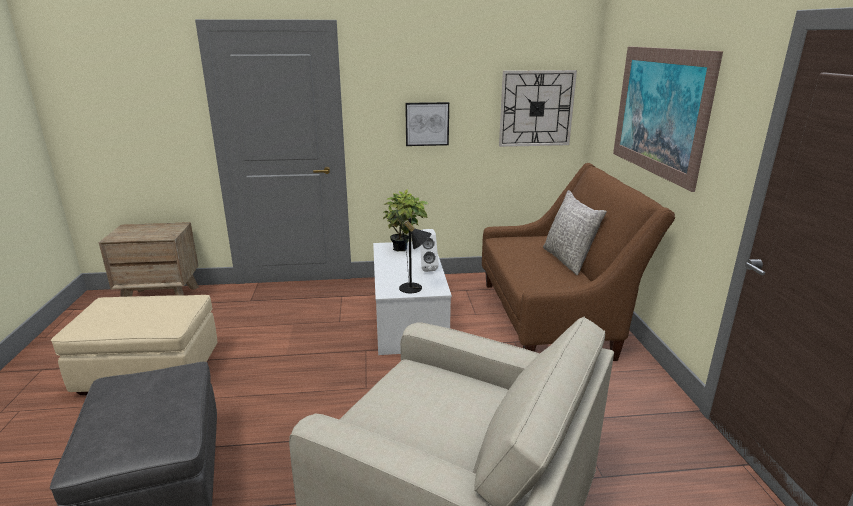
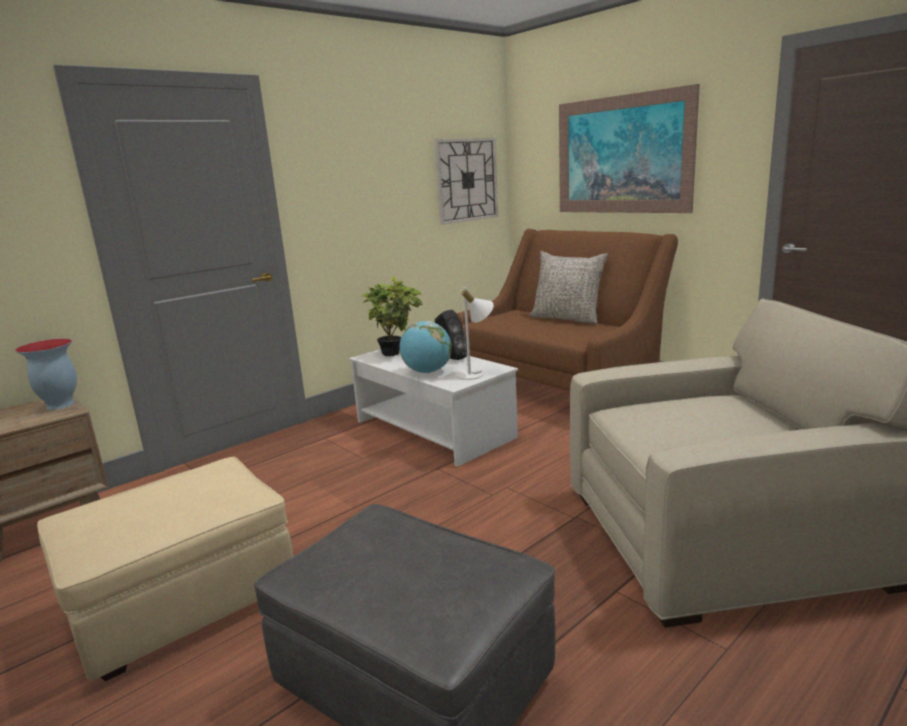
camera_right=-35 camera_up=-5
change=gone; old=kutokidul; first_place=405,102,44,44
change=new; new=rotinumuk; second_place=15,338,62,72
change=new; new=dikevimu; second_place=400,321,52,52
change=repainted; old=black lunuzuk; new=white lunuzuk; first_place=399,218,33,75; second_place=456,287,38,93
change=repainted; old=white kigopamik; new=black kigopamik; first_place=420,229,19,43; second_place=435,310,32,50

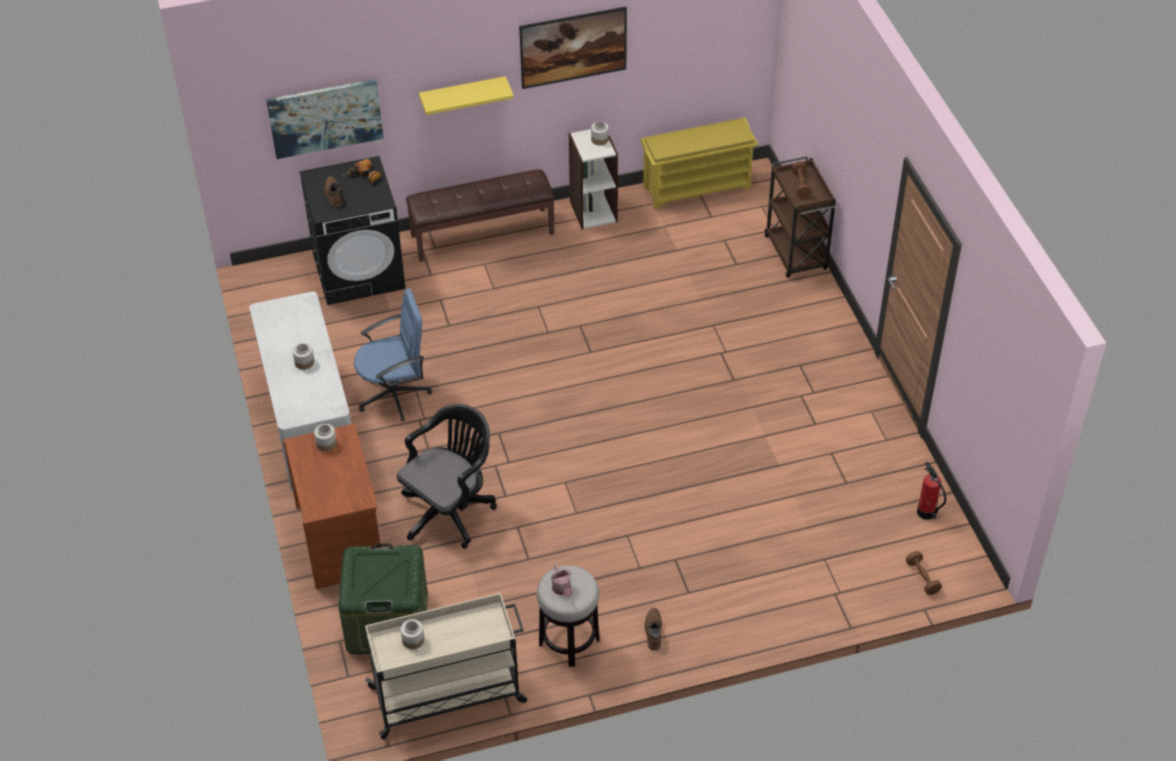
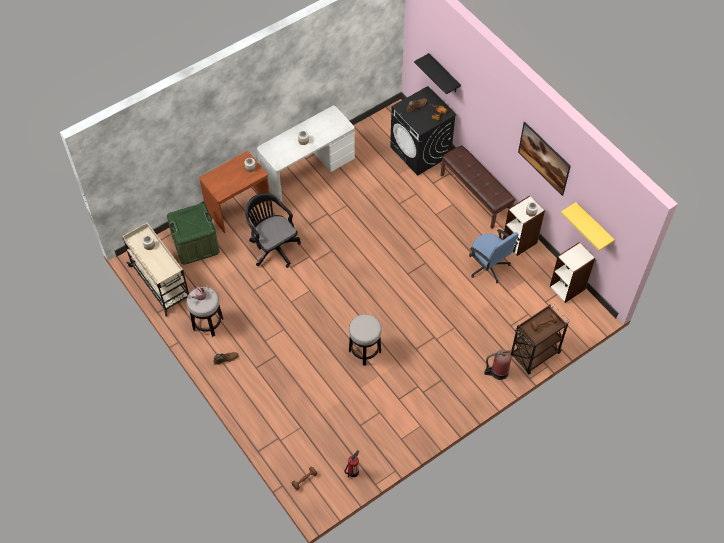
camera_right=70 camera_up=10
change=new; new=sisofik; second_place=348,314,34,52
change=new; new=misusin; second_place=484,349,27,31
change=shifted; old=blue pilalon; first_place=354,288,78,133; second_place=469,229,50,54
change=shifted; old=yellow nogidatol; first_place=419,76,95,39; second_place=561,202,53,49
change=swapped; old=kutokidul; new=black nogidatol; first_place=266,79,118,80; second_place=414,53,47,41
change=swapped; old=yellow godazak; new=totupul; first_place=641,118,117,91; second_place=550,242,45,61
change=rotated; old=black pilalon; first_place=397,404,100,145; second_place=245,193,56,75; degrees=-150

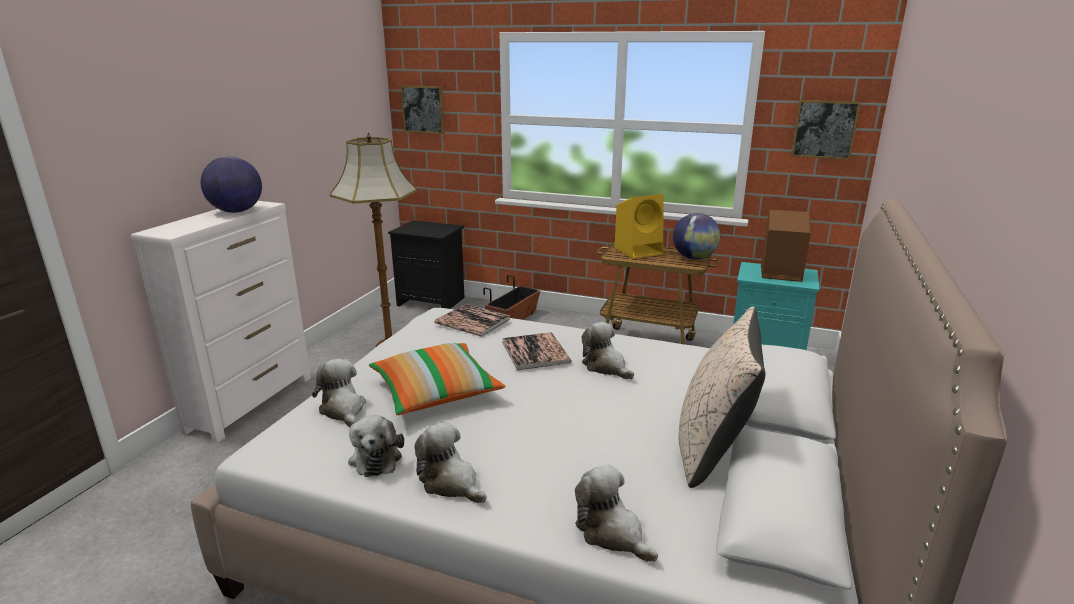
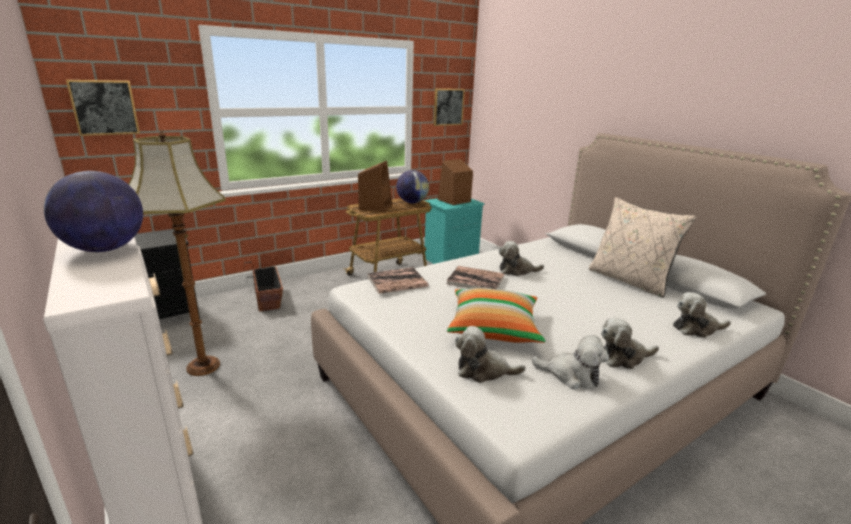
camera_right=-55 camera_up=0
change=repainted; old=yellow kigopamik; new=brown kigopamik; first_place=615,194,49,65; second_place=358,161,34,51

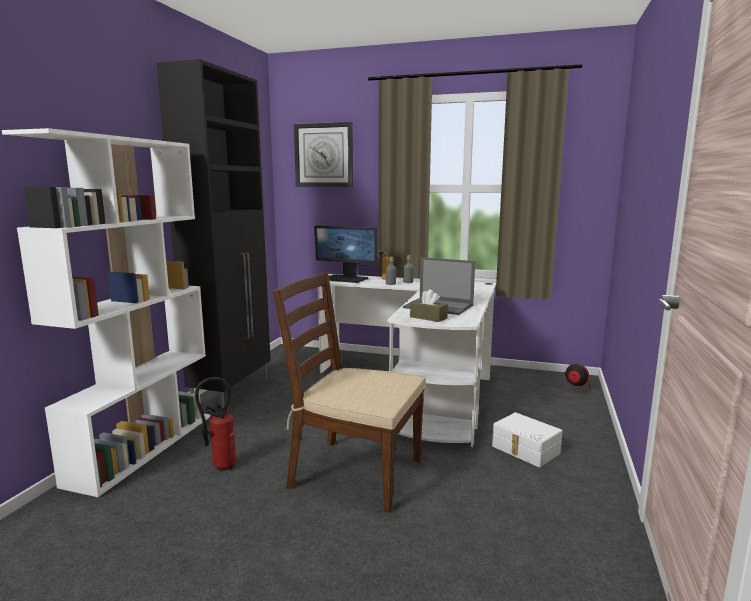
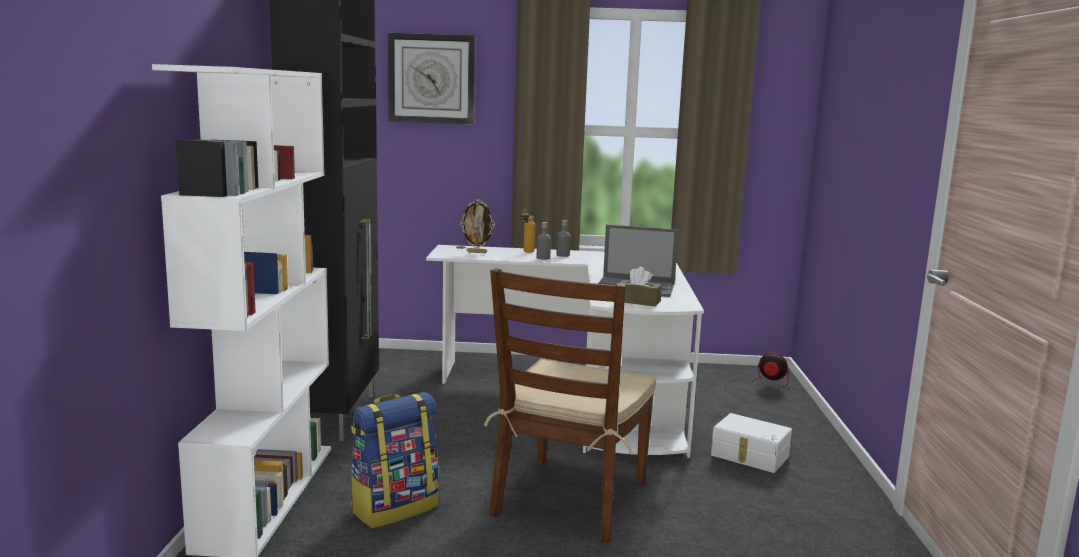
camera_right=-15 camera_up=0
change=swapped; old=misusin; new=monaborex; first_place=195,377,41,94; second_place=351,392,88,136
change=swapped; old=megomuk; new=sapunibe; first_place=314,225,64,58; second_place=460,199,35,54
change=rotated; old=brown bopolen; first_place=273,272,153,240; second_place=484,268,173,274; degrees=-75

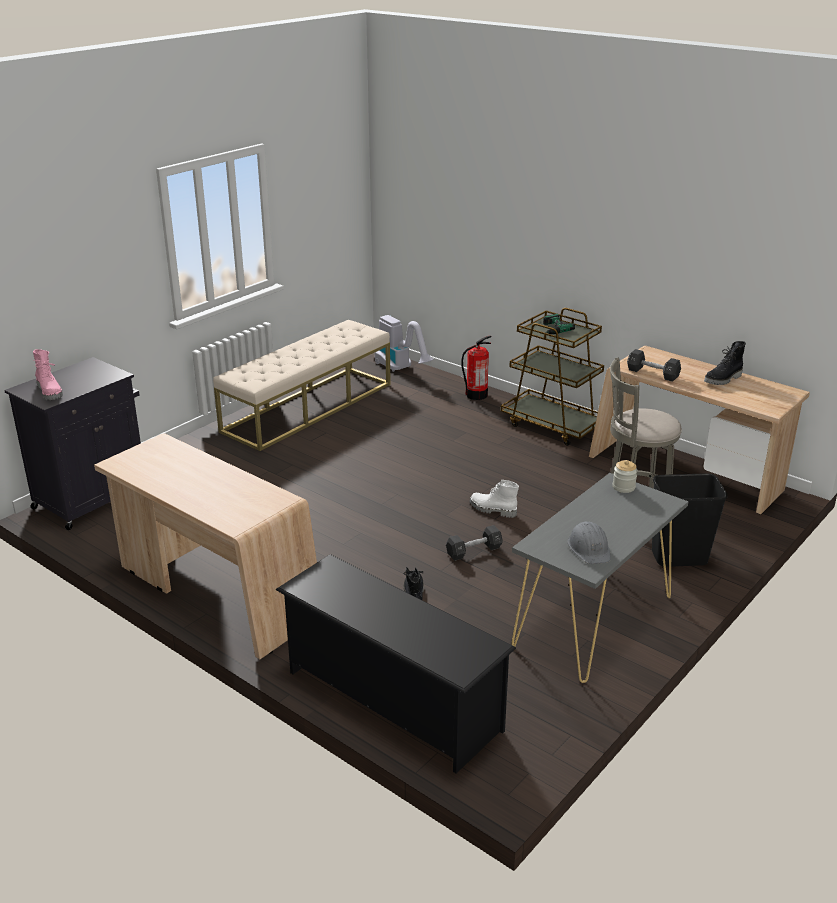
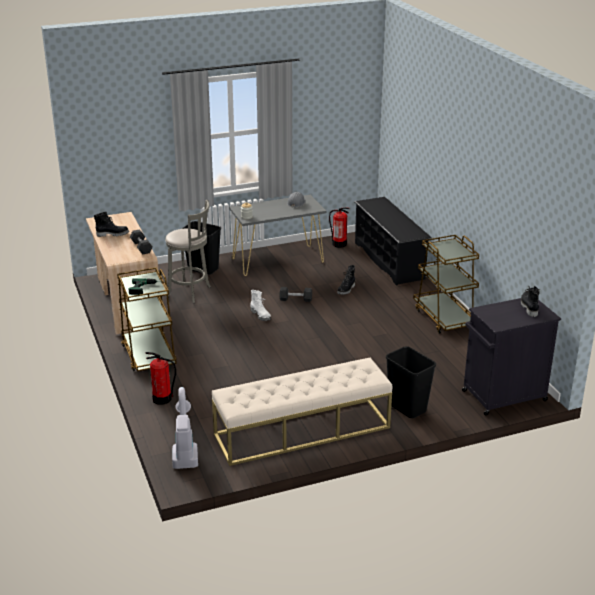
camera_right=-150 camera_up=0
change=new; new=misusin; second_place=329,207,20,41
change=new; new=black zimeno; second_place=386,346,50,72
change=swapped; old=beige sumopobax; new=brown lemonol; first_place=94,433,223,226; second_place=413,235,66,99
change=repainted; old=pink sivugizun; new=black sivugizun; first_place=33,349,30,51; second_place=521,286,19,31

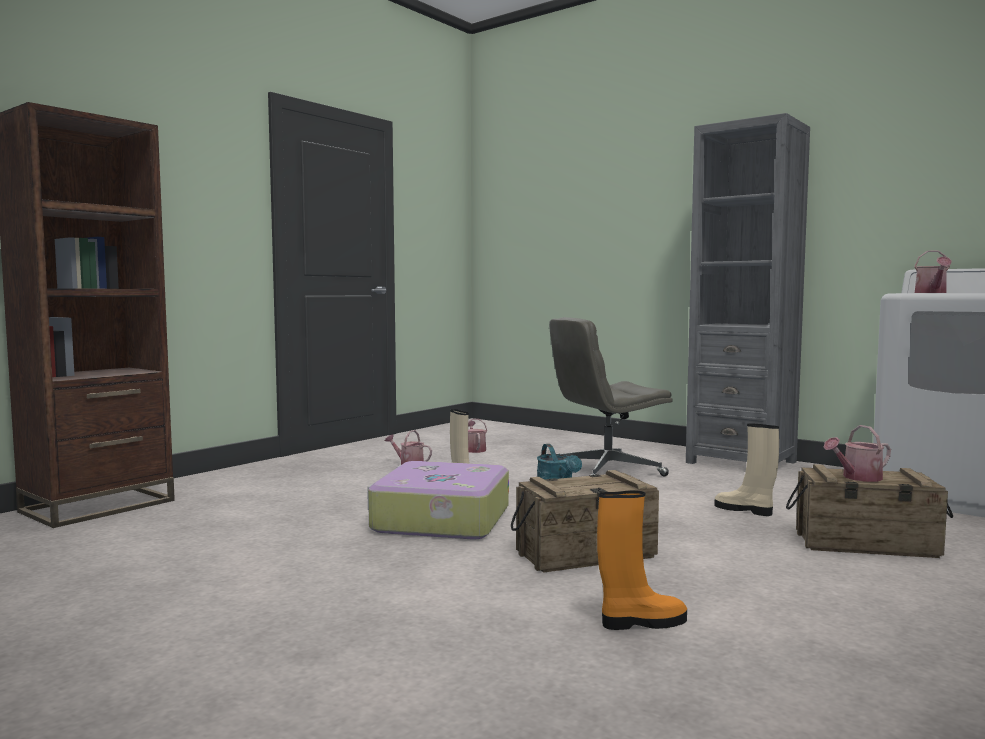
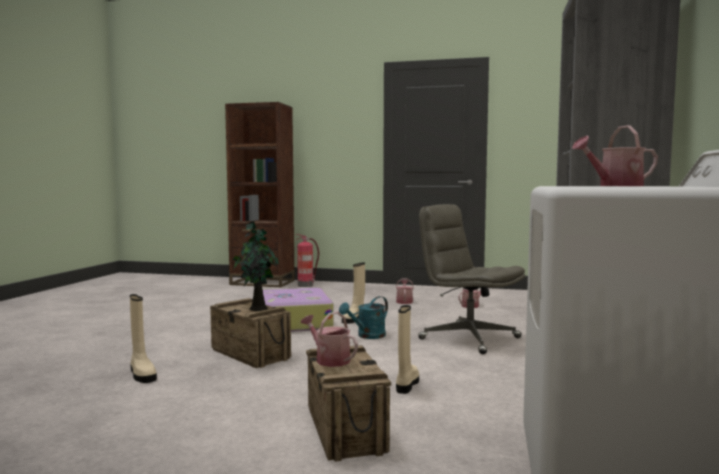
camera_right=65 camera_up=0
change=new; new=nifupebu; second_place=233,221,46,90
change=new; new=misusin; second_place=295,234,24,53
change=repainted; old=orange sivugizun; new=beige sivugizun; first_place=597,491,90,139; second_place=130,294,27,89

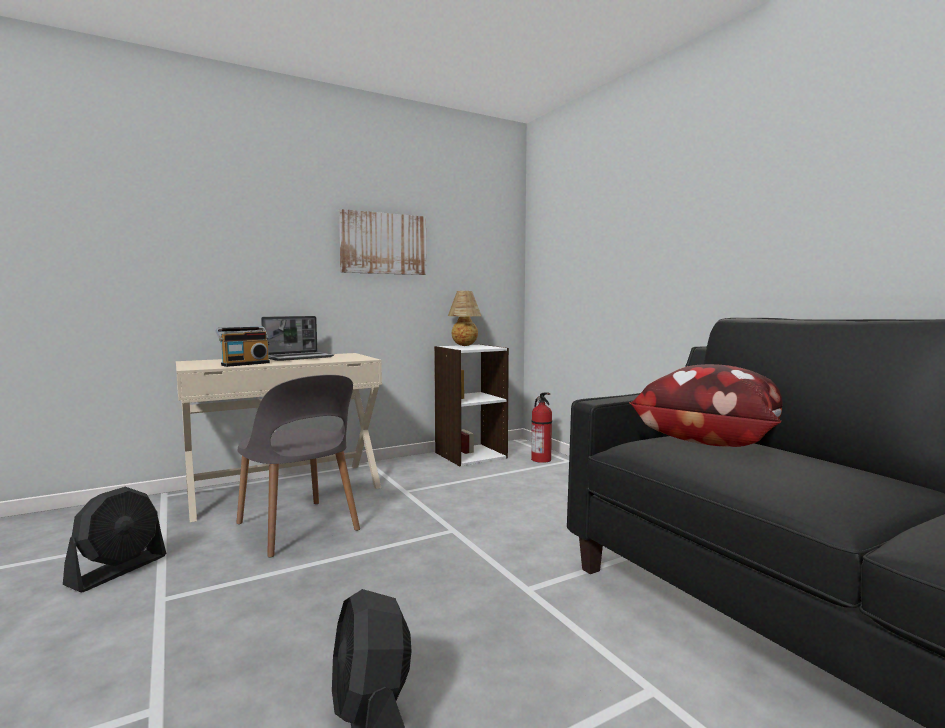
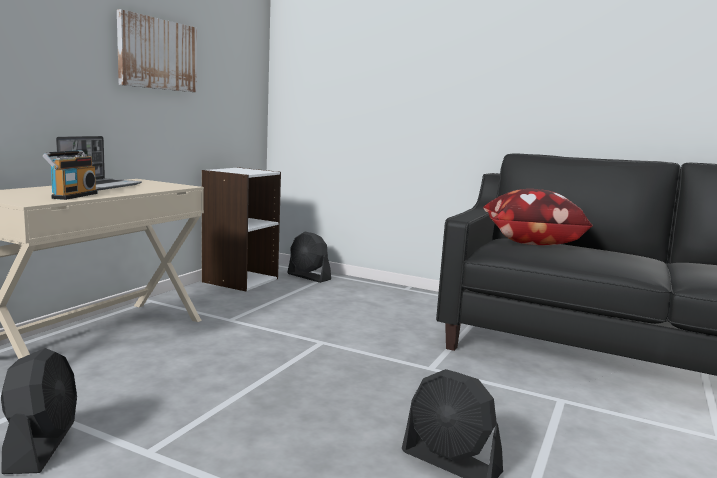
camera_right=-35 camera_up=5
change=gone; old=grey bopolen; first_place=236,375,124,182
change=gone; old=lunuzuk; first_place=448,291,33,55
change=swapped; old=misusin; new=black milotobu; first_place=531,392,21,71; second_place=287,232,44,51

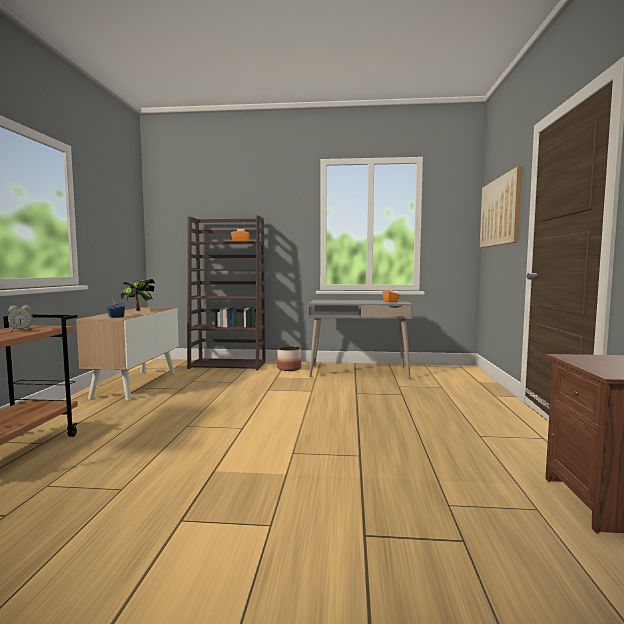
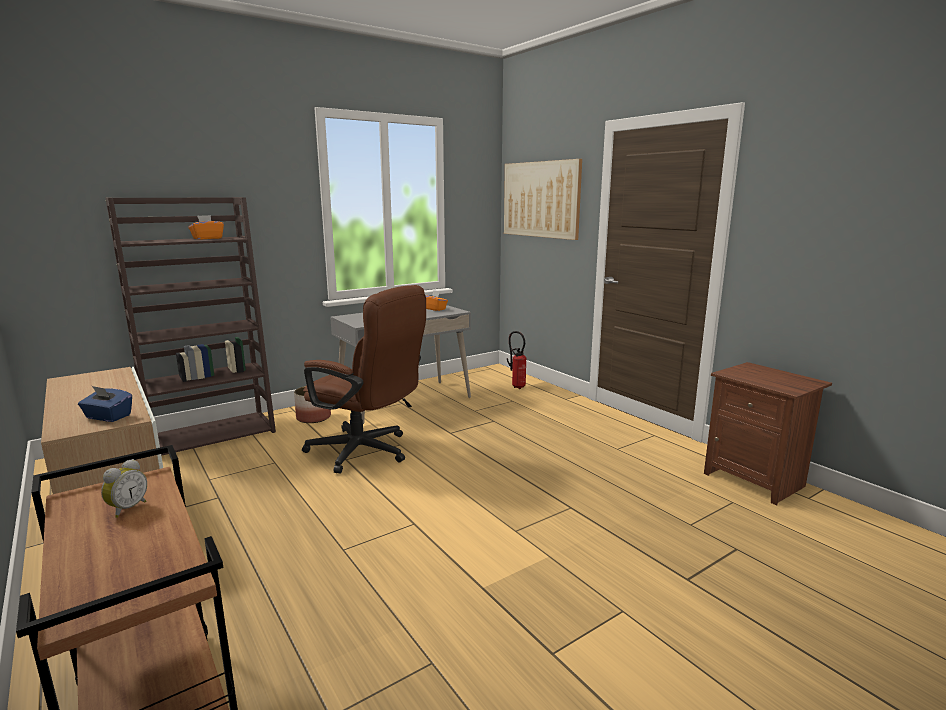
camera_right=-40 camera_up=10
change=gone; old=nifupebu; first_place=120,279,35,32
change=new; new=brown pilalon; second_place=302,285,124,189
change=new; new=misusin; second_place=507,331,19,58

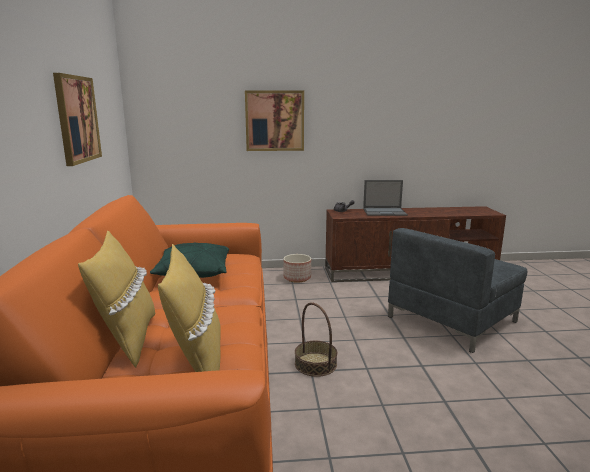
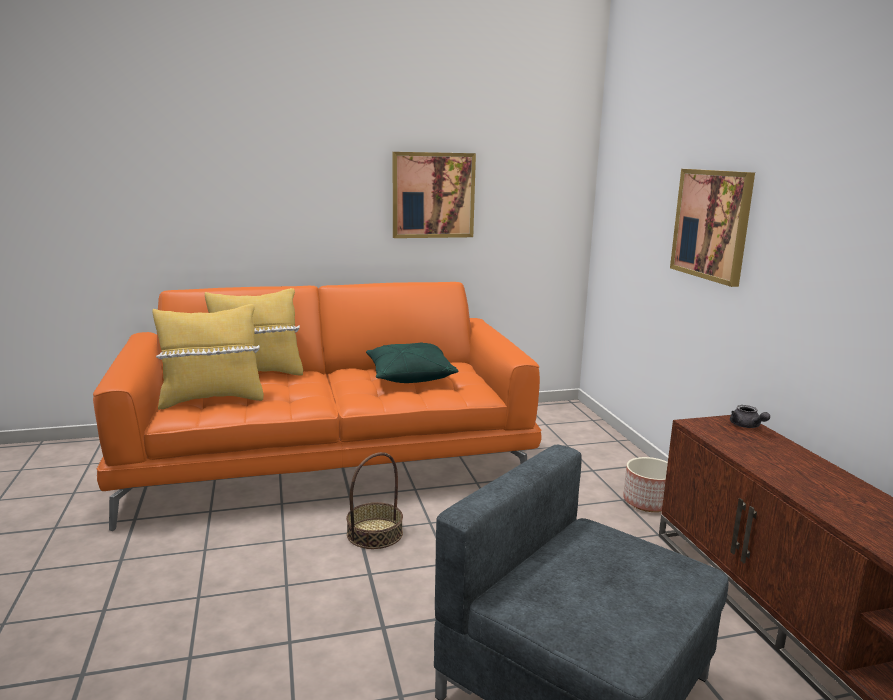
camera_right=80 camera_up=0
change=gone; old=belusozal; first_place=363,180,45,36

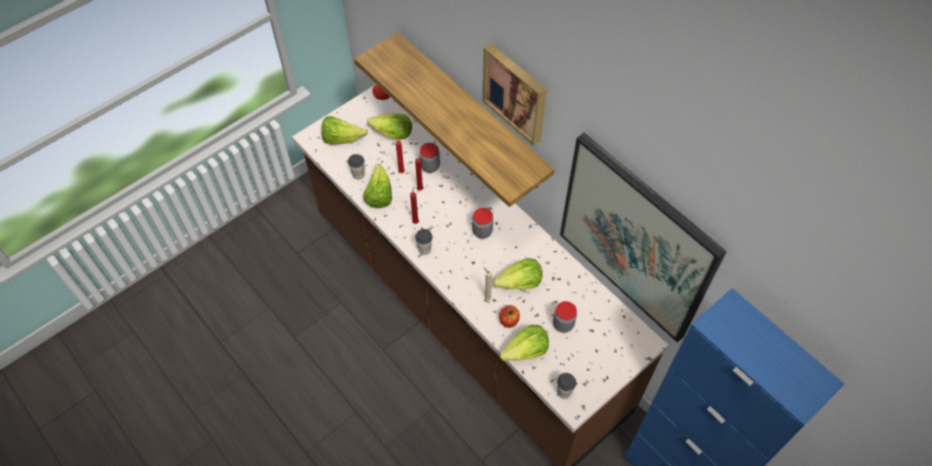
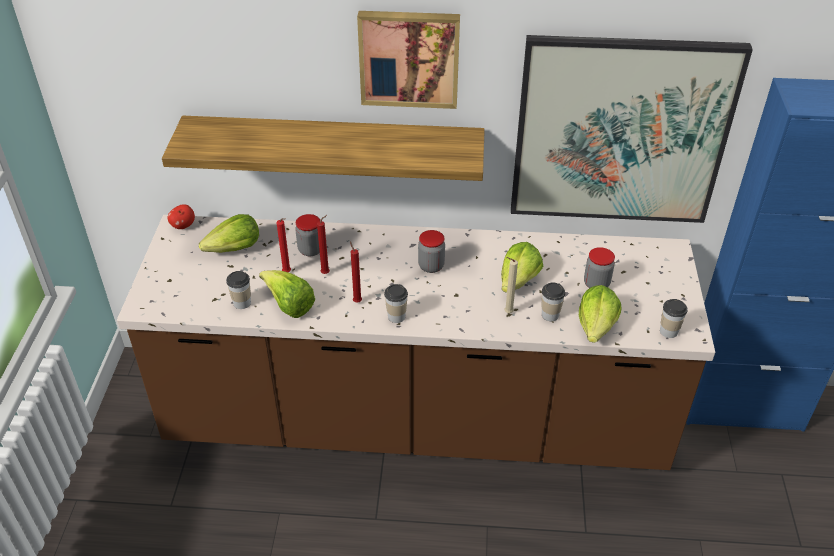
camera_right=-45 camera_up=-15
change=gone; old=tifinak; first_place=321,116,47,29
change=swapped; old=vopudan; new=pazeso; first_place=499,305,21,23; second_place=542,282,23,39

